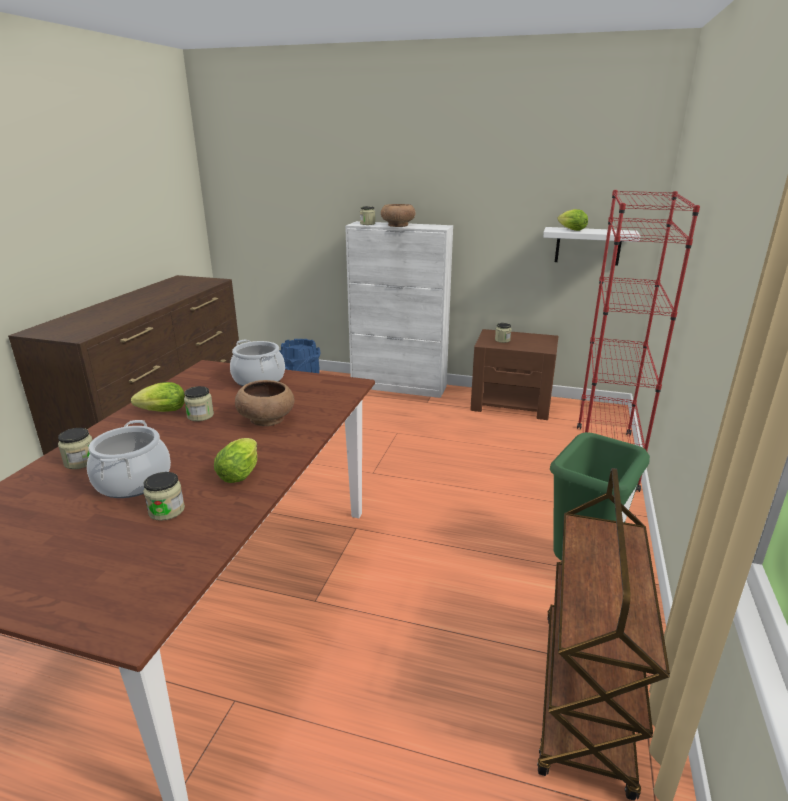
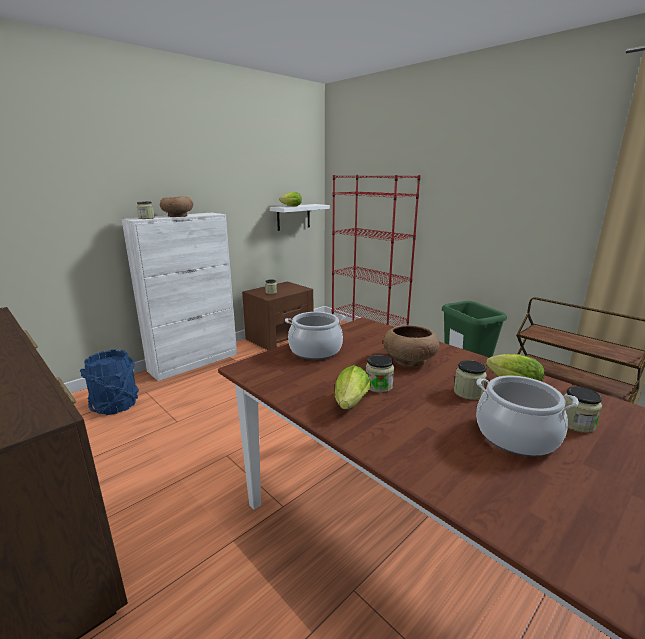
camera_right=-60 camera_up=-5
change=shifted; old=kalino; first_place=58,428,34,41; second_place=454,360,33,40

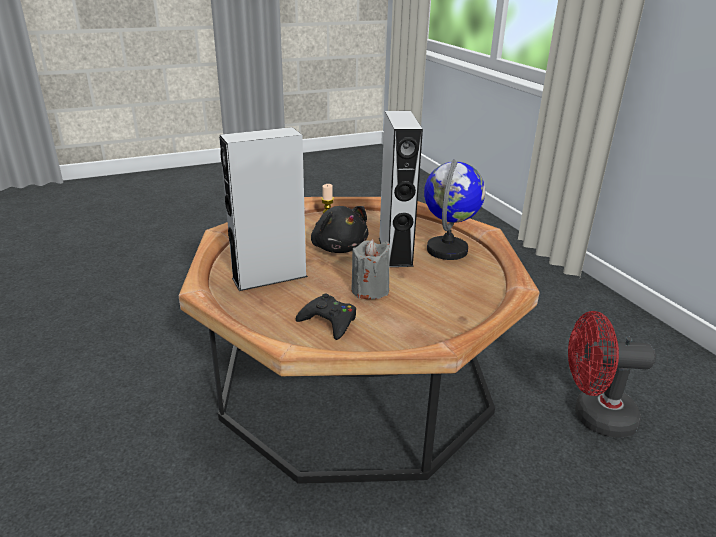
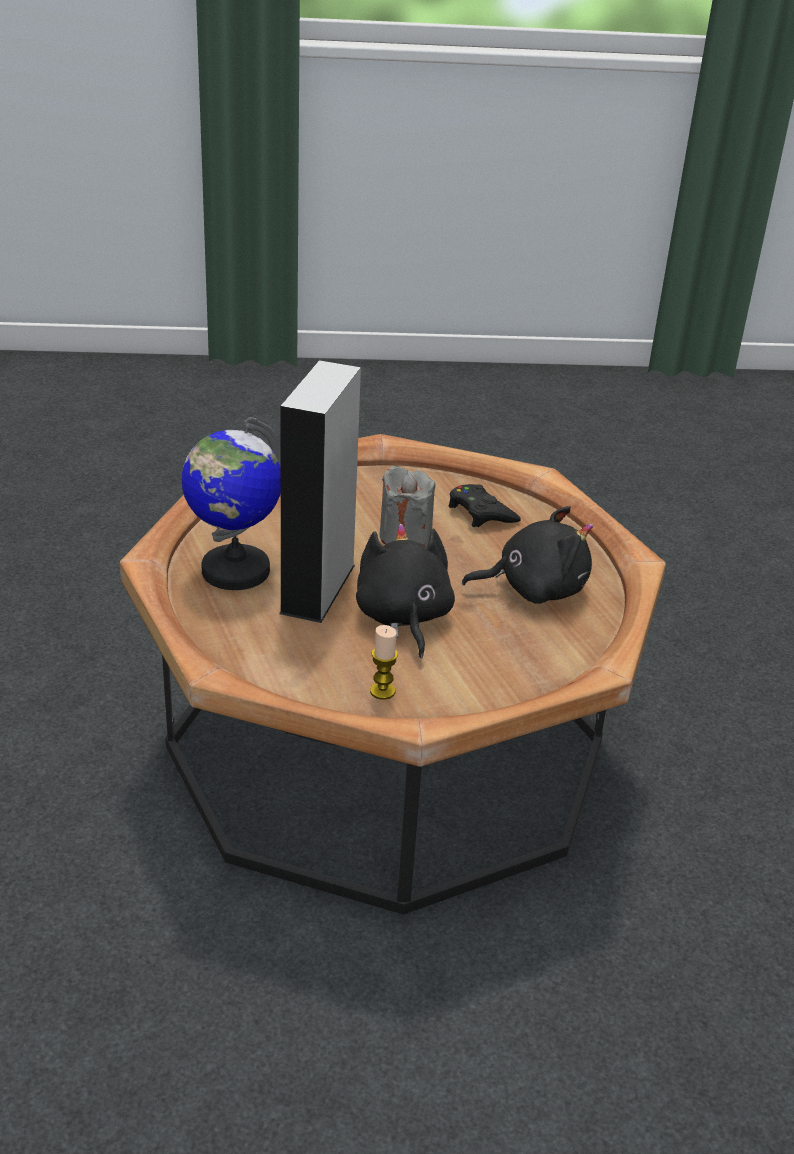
camera_right=-160 camera_up=5
change=gone; old=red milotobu; first_place=568,311,88,127
change=swapped; old=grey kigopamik; new=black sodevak; first_place=219,127,89,164; second_place=462,506,131,98

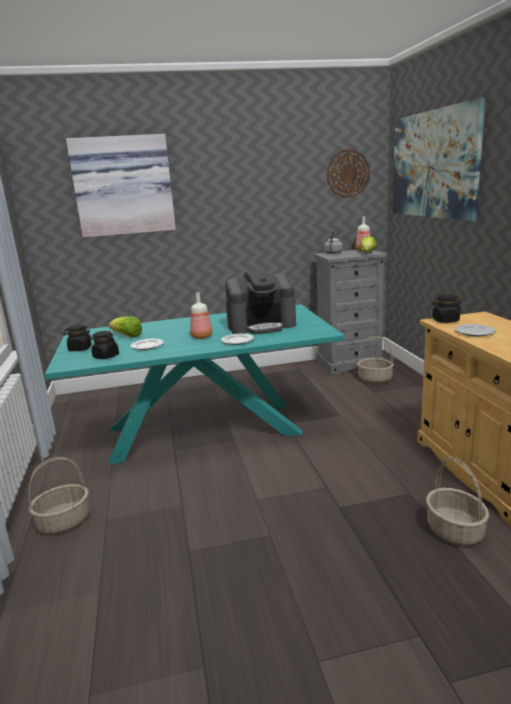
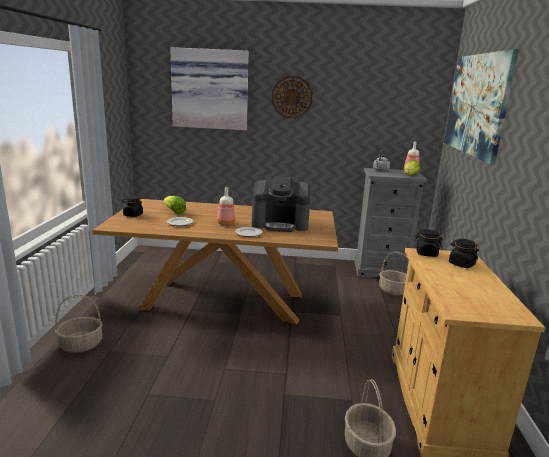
camera_right=15 camera_up=0
change=gone; old=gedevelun; first_place=455,324,41,12
change=shifted; old=black kalino; first_place=91,331,28,28; second_place=449,239,30,29
change=shifted; old=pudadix; first_place=327,149,43,49; second_place=272,76,41,43
change=repainted; old=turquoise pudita; new=brown pudita; first_place=45,304,299,161; second_place=92,199,246,126

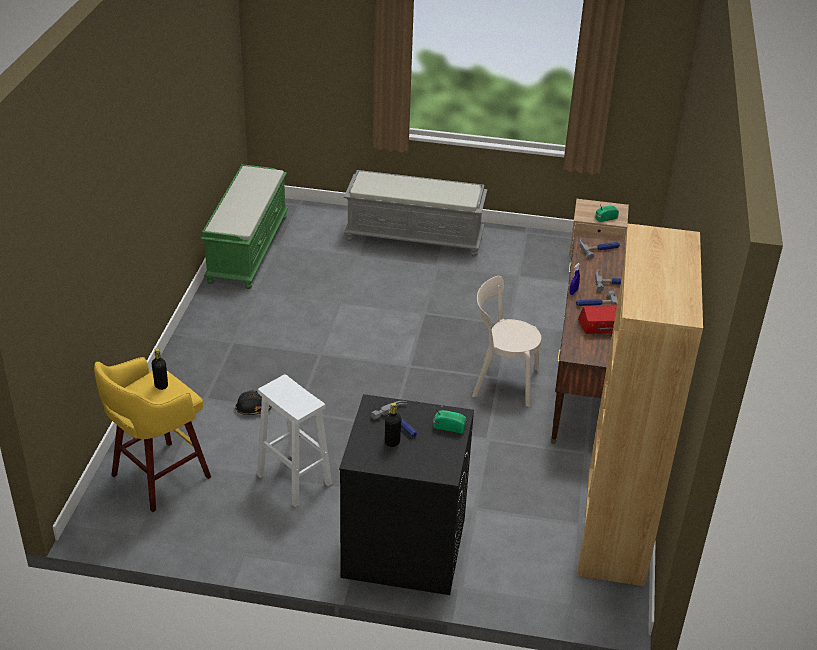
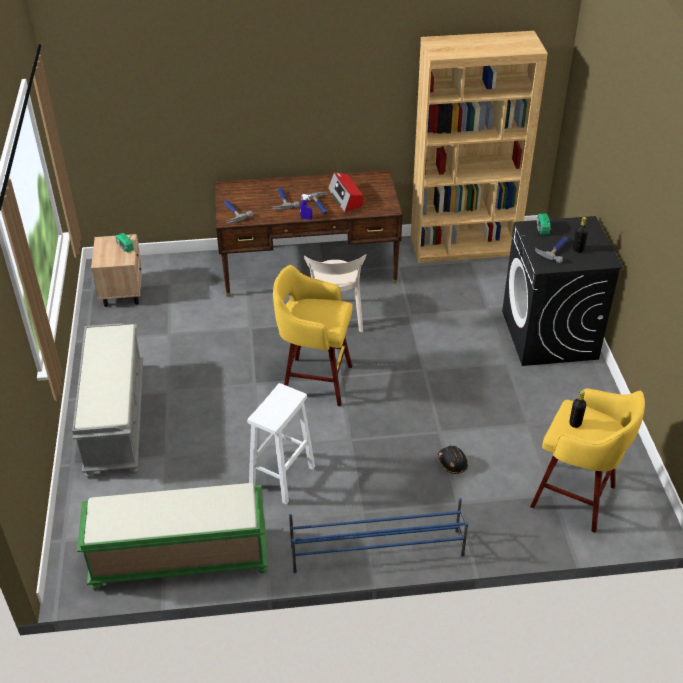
camera_right=-105 camera_up=5
change=new; new=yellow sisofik; second_place=273,265,79,141
change=new; new=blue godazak; second_place=289,498,179,75
change=shifted; old=white sisofik; first_place=257,374,75,133; second_place=247,383,68,122

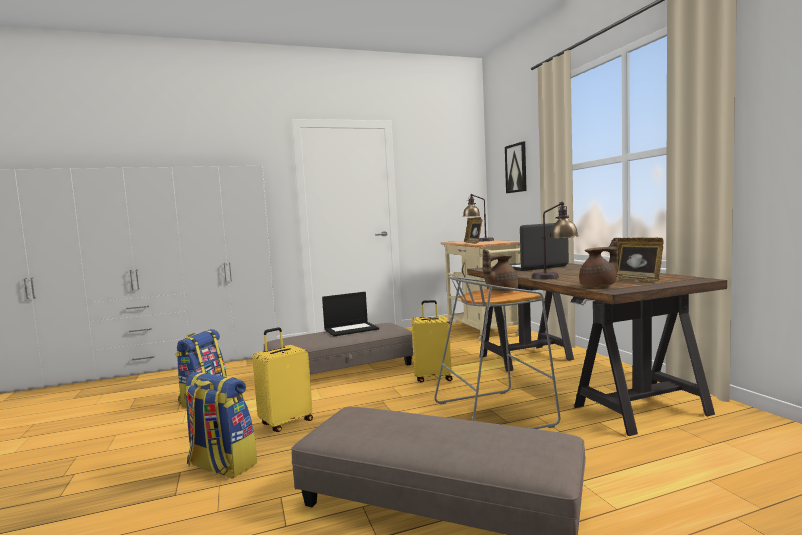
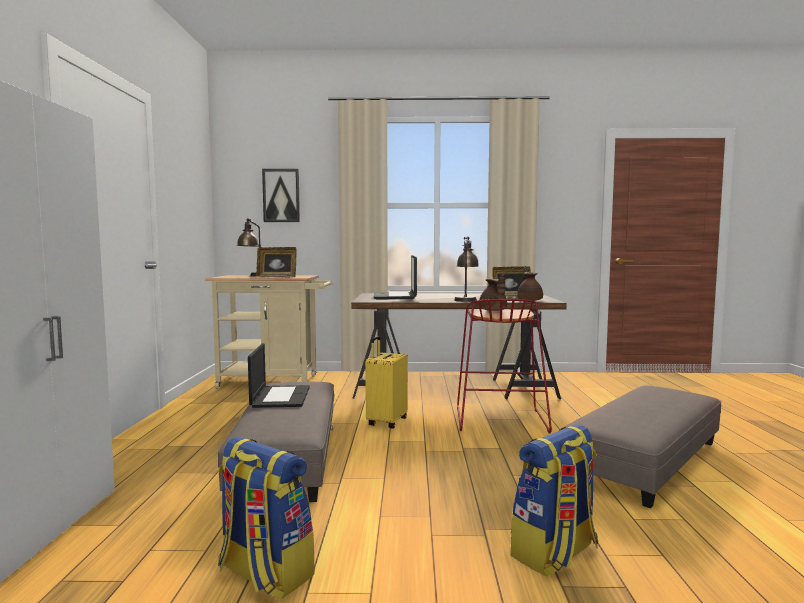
camera_right=-70 camera_up=0
change=gone; old=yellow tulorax; first_place=252,327,61,105
change=repainted; old=grey sisofik; new=red sisofik; first_place=434,276,127,153; second_place=457,299,95,134

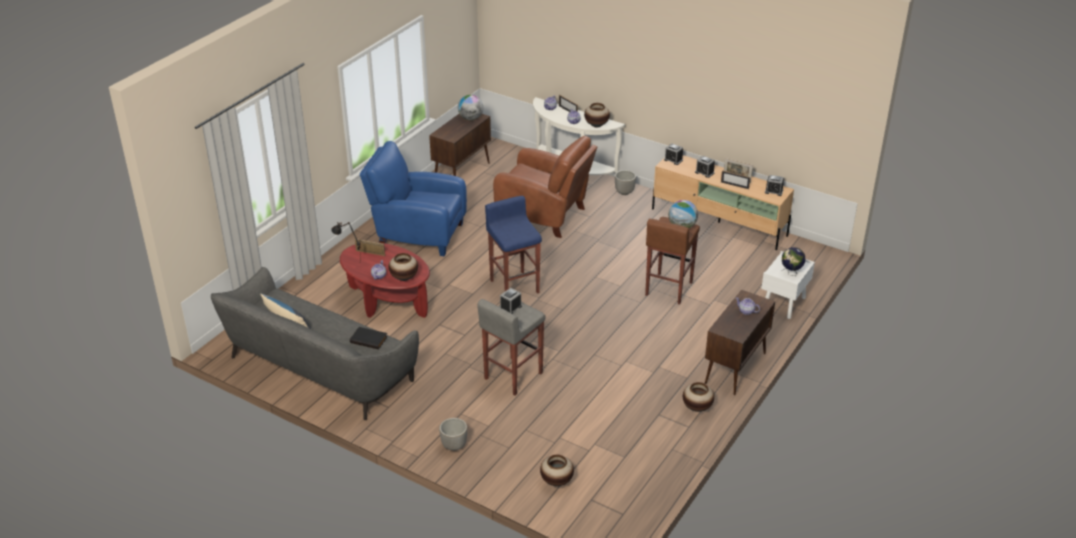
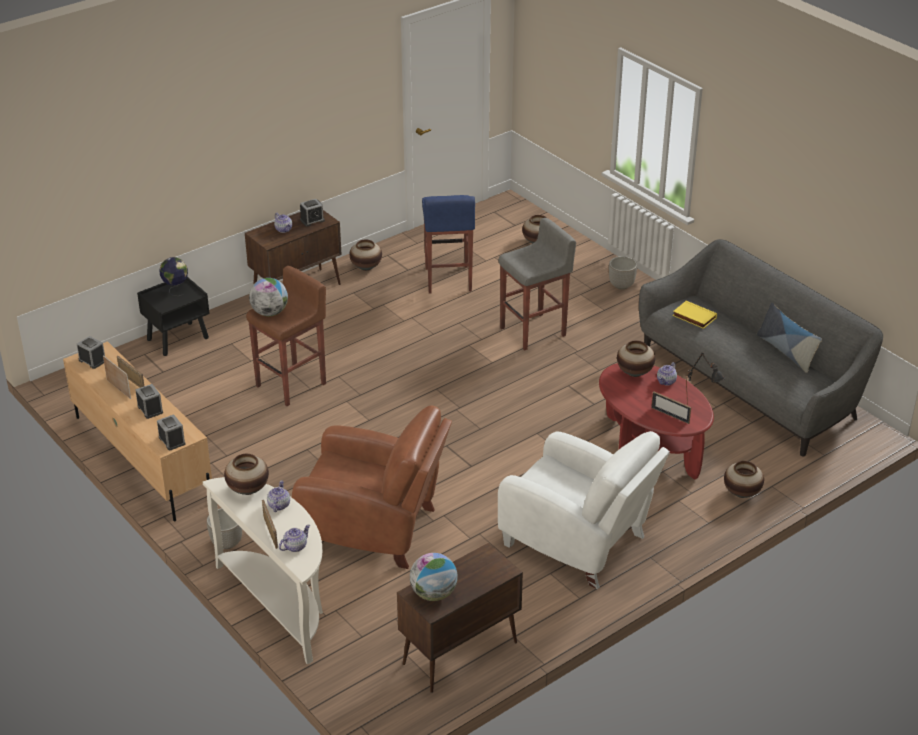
camera_right=-160 camera_up=0
change=new; new=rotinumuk; second_place=724,461,40,37
change=shifted; old=blue sisofik; first_place=485,196,57,98; second_place=422,195,53,99
change=shifted; old=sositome; first_place=500,288,22,26; second_place=300,199,25,28
change=repainted; old=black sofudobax; new=yellow sofudobax; first_place=350,327,38,22; second_place=673,301,44,28
change=repainted; old=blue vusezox; new=white vusezox; first_place=360,141,107,115; second_place=498,431,172,158
change=repainted; old=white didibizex; new=black didibizex; first_place=761,251,54,68; second_place=137,277,73,79
change=rotated; old=brown vusezox; first_place=493,136,104,102; second_place=292,406,160,163; degrees=150

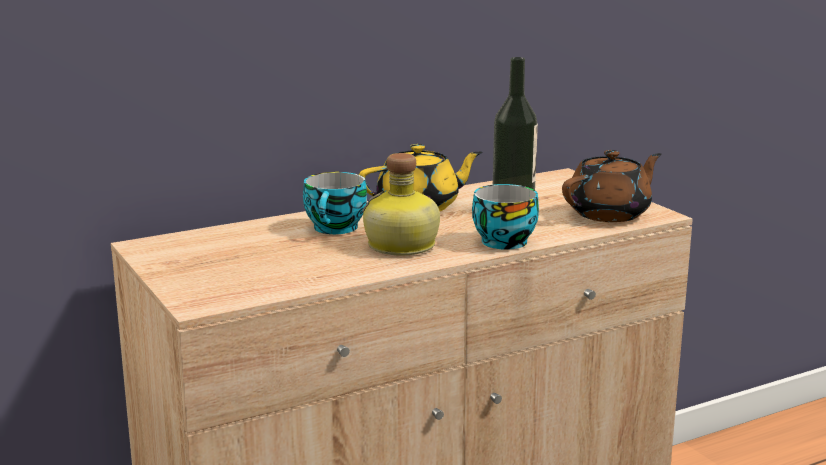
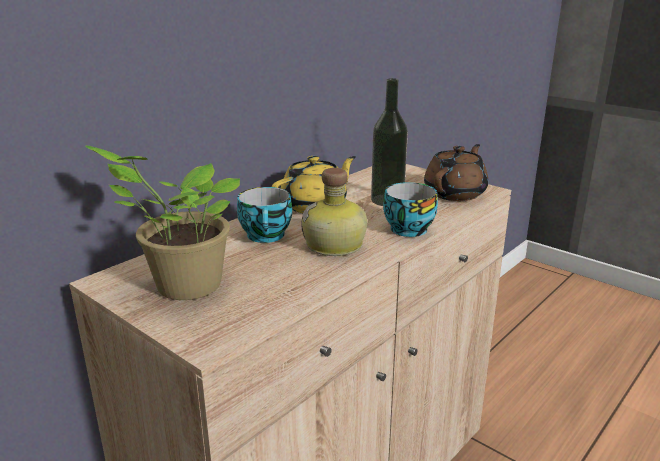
camera_right=-20 camera_up=5
change=new; new=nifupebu; second_place=86,146,154,154

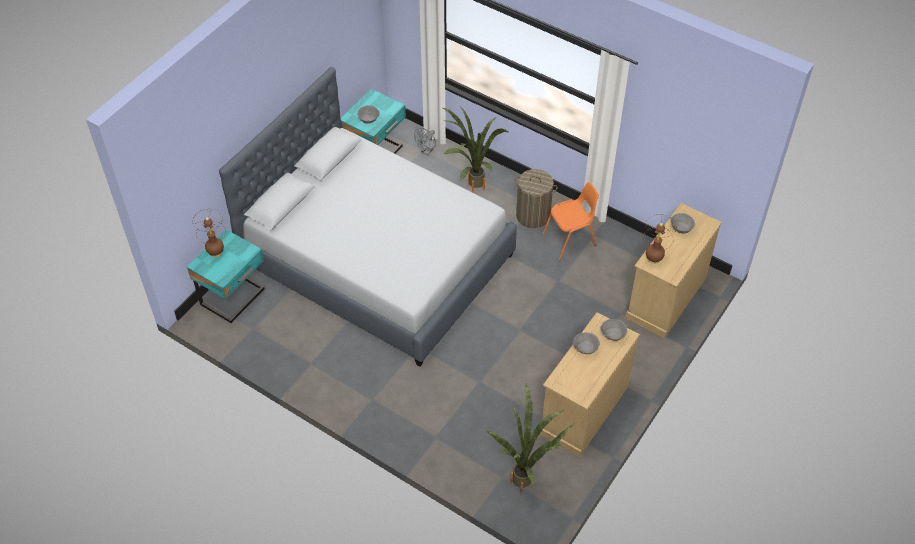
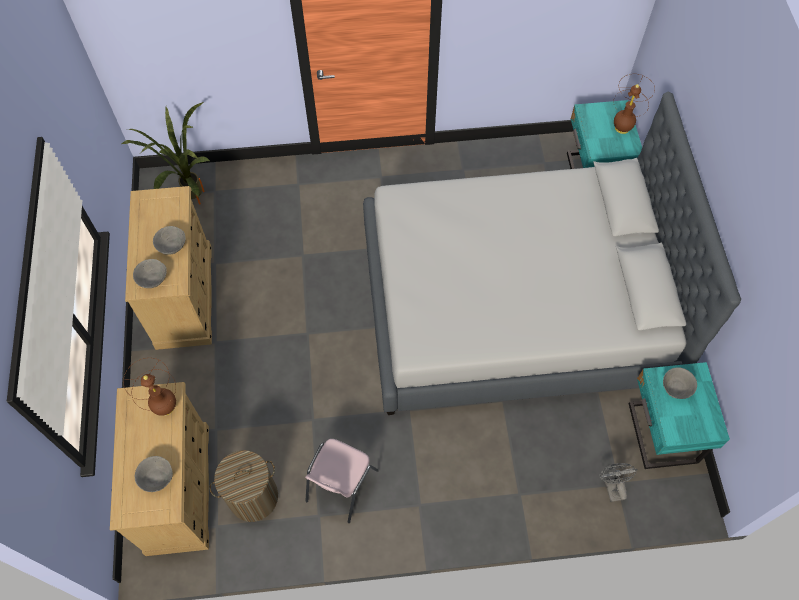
camera_right=140 camera_up=10
change=gone; old=nifupebu; first_place=443,108,66,85
change=shifted; old=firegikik; first_place=514,169,44,59; second_place=209,450,69,72
change=repainted; old=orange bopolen; new=pink bopolen; first_place=543,182,56,78; second_place=305,439,74,84

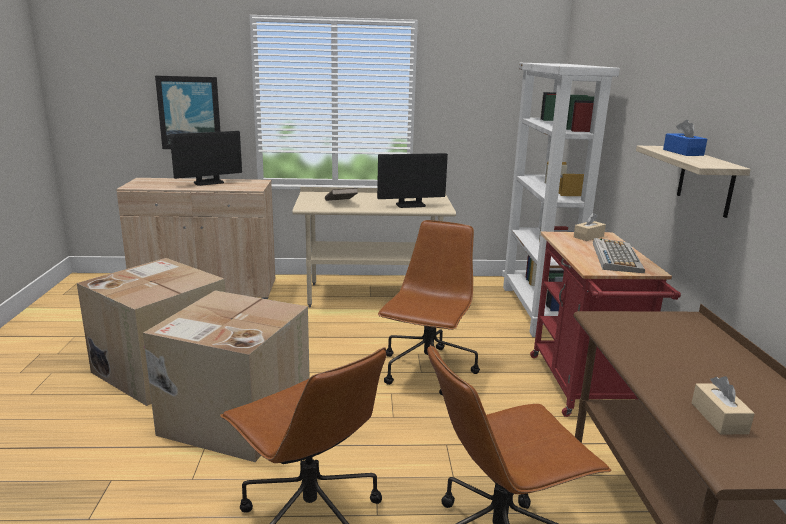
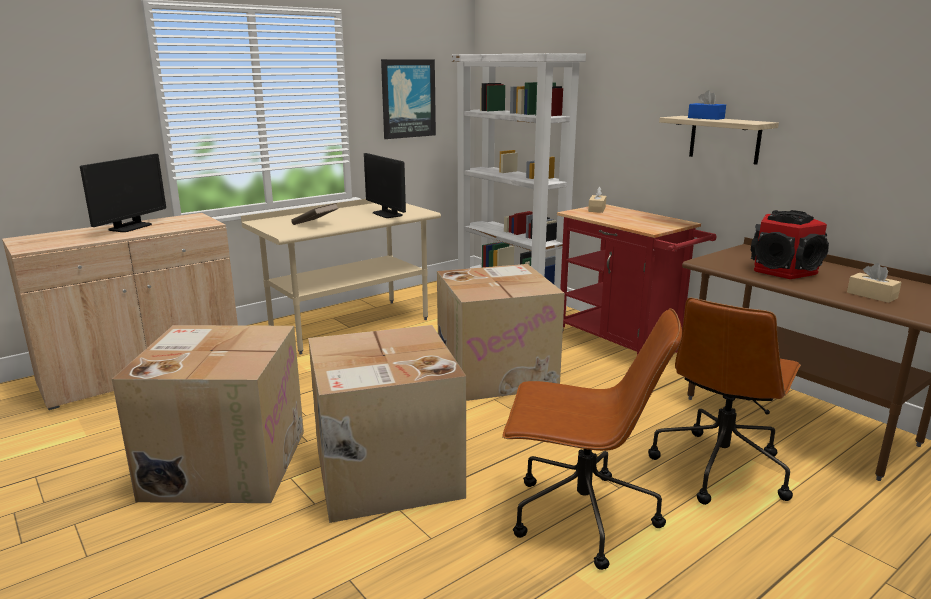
camera_right=-35 camera_up=0
change=gone; old=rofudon; first_place=593,238,52,35
change=new; new=kigopamik; second_place=750,210,79,69
change=shifted; old=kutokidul; first_place=155,76,66,73; second_place=381,59,55,80
change=swapped; old=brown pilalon; new=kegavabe; first_place=378,220,102,175; second_place=437,264,128,137
change=rotated; old=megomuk; first_place=377,153,71,55; second_place=364,153,42,65; degrees=105

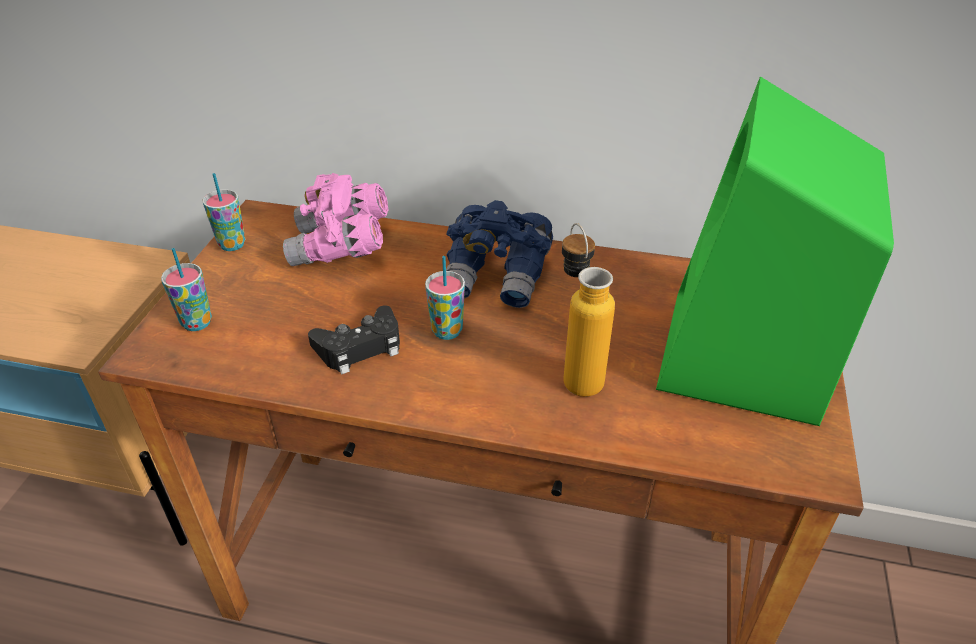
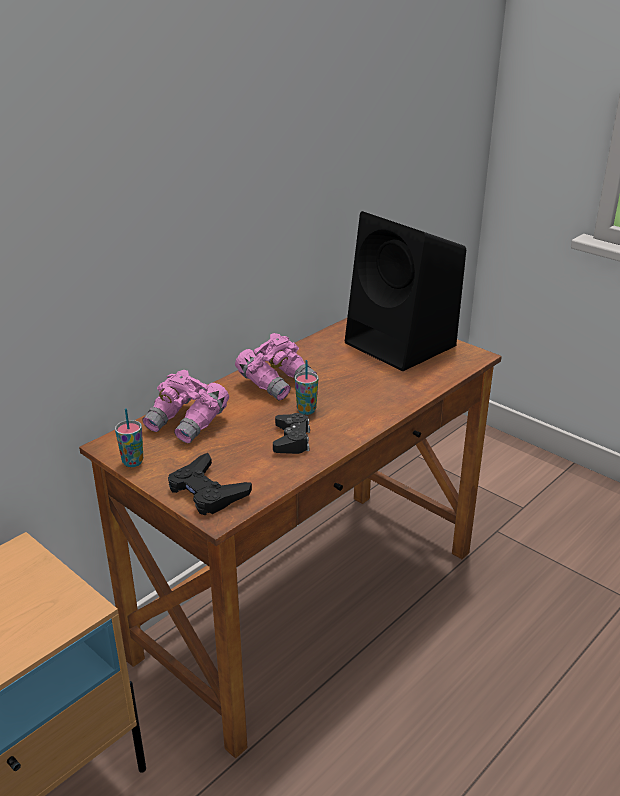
camera_right=-60 camera_up=-10
change=gone; old=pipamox; first_place=562,223,53,174
change=swapped; old=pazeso; new=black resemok; first_place=161,248,51,83; second_place=168,453,84,62
change=repainted; old=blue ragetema; new=pink ragetema; first_place=446,200,107,108; second_place=235,333,82,68
change=repainted; old=green kigopamik; new=black kigopamik; first_place=656,76,238,350; second_place=345,211,121,160

